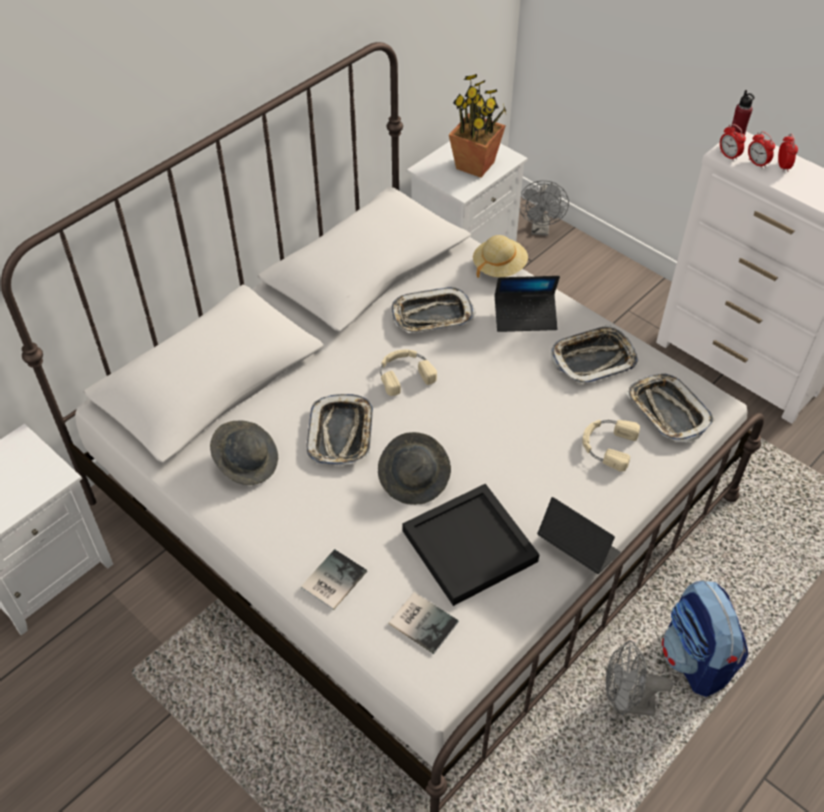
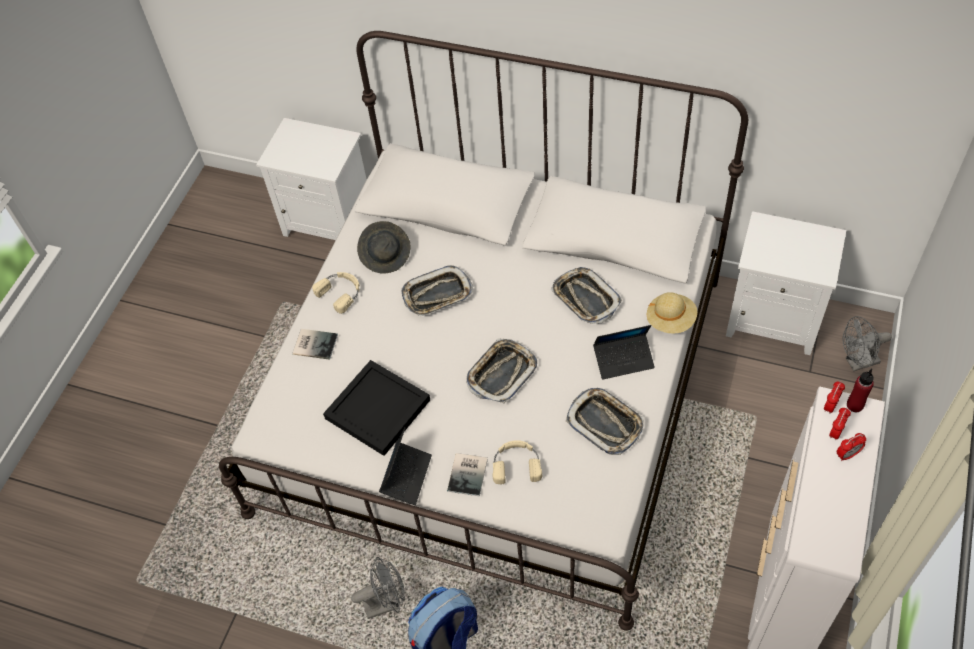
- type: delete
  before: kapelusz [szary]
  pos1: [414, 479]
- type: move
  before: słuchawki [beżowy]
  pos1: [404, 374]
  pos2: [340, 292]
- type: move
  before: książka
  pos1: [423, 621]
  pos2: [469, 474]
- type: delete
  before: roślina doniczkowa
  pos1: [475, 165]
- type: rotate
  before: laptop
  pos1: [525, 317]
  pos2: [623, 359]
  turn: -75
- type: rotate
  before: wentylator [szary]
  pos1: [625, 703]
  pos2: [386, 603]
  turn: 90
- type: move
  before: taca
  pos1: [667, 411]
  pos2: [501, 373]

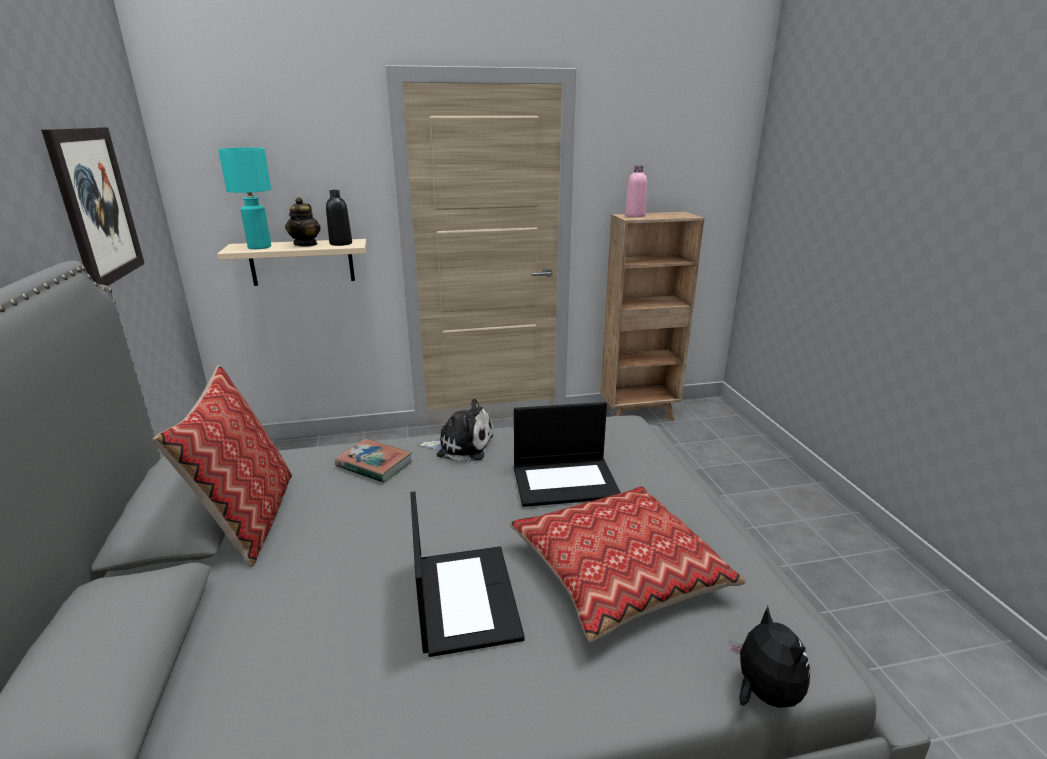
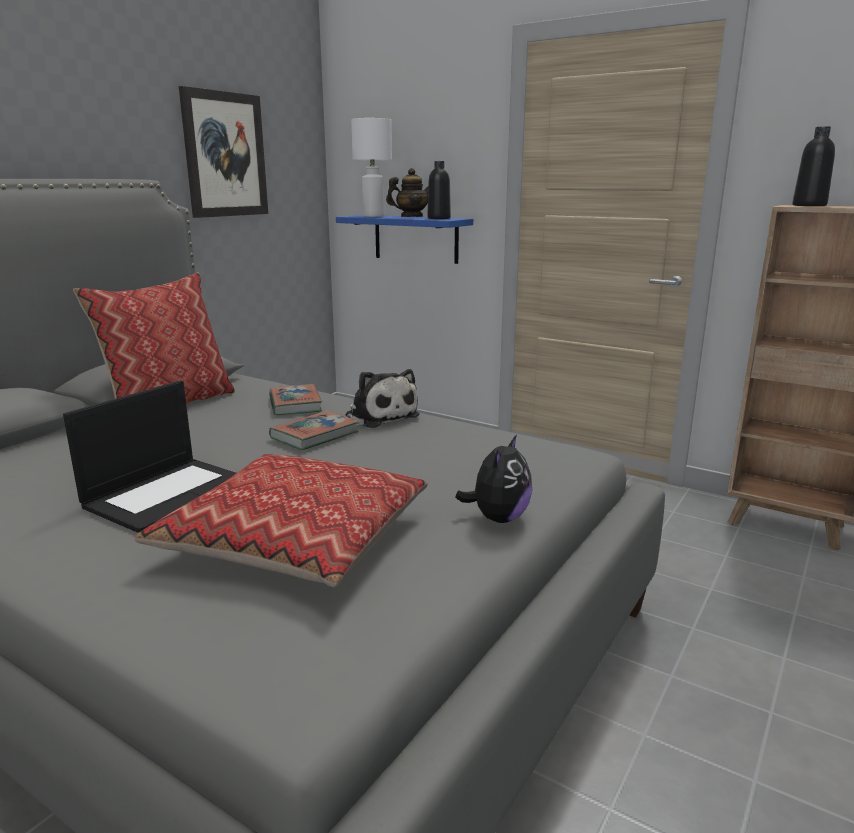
- type: recolor
  before: półka [beżowy]
  after: półka [niebieski]
  pos1: [302, 262]
  pos2: [416, 238]
- type: recolor
  before: lampa stołowa [turkusowy]
  after: lampa stołowa [biały]
  pos1: [260, 247]
  pos2: [374, 216]
- type: rotate
  before: imbryk
  pos1: [306, 244]
  pos2: [411, 217]
  turn: -150
- type: delete
  before: laptop
  pos1: [566, 481]
- type: recolor
  before: butelka [różowy]
  after: butelka [czarny]
  pos1: [635, 215]
  pos2: [809, 205]
- type: move
  before: pluszak
  pos1: [763, 693]
  pos2: [498, 518]
- type: insert
  after: książka
  pos2: [315, 435]

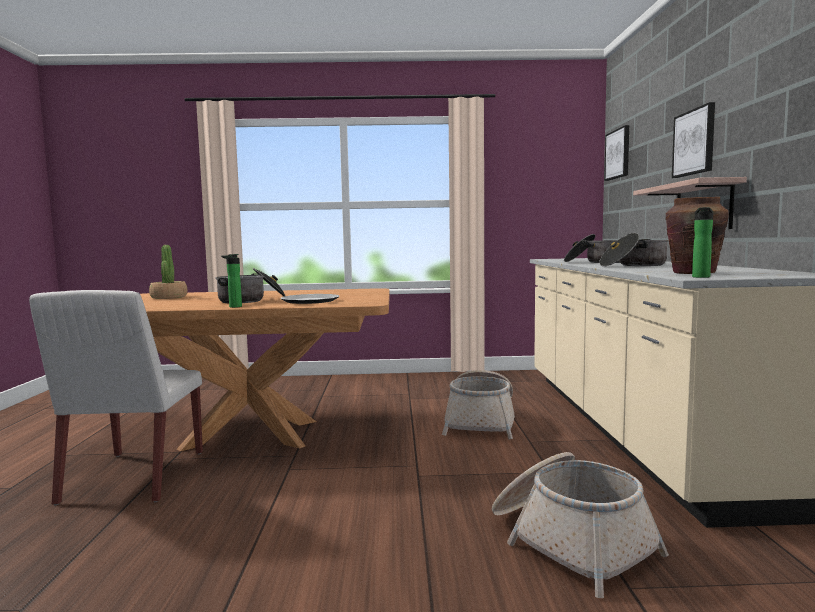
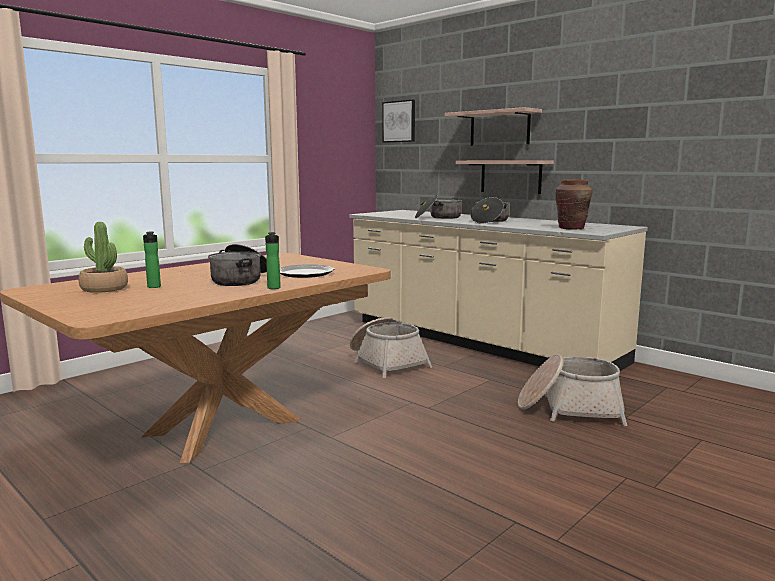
- type: delete
  before: krzesło [biały]
  pos1: [134, 477]
- type: replace
  before: obraz
  after: półka
  pos1: [694, 142]
  pos2: [499, 128]
- type: move
  before: butelka
  pos1: [701, 277]
  pos2: [154, 287]

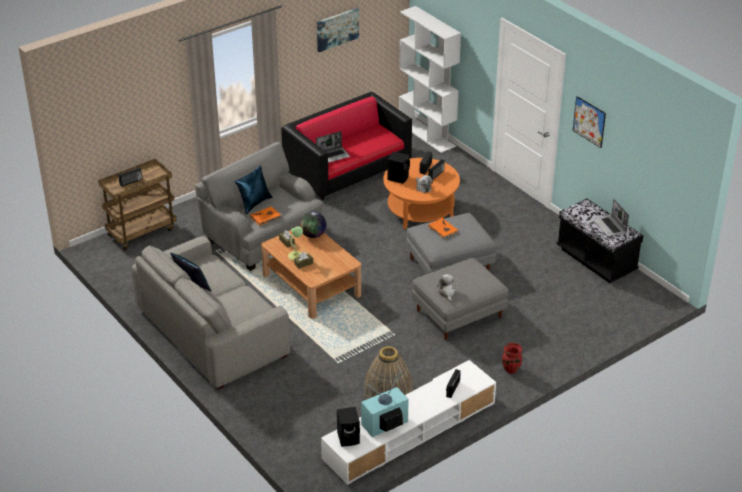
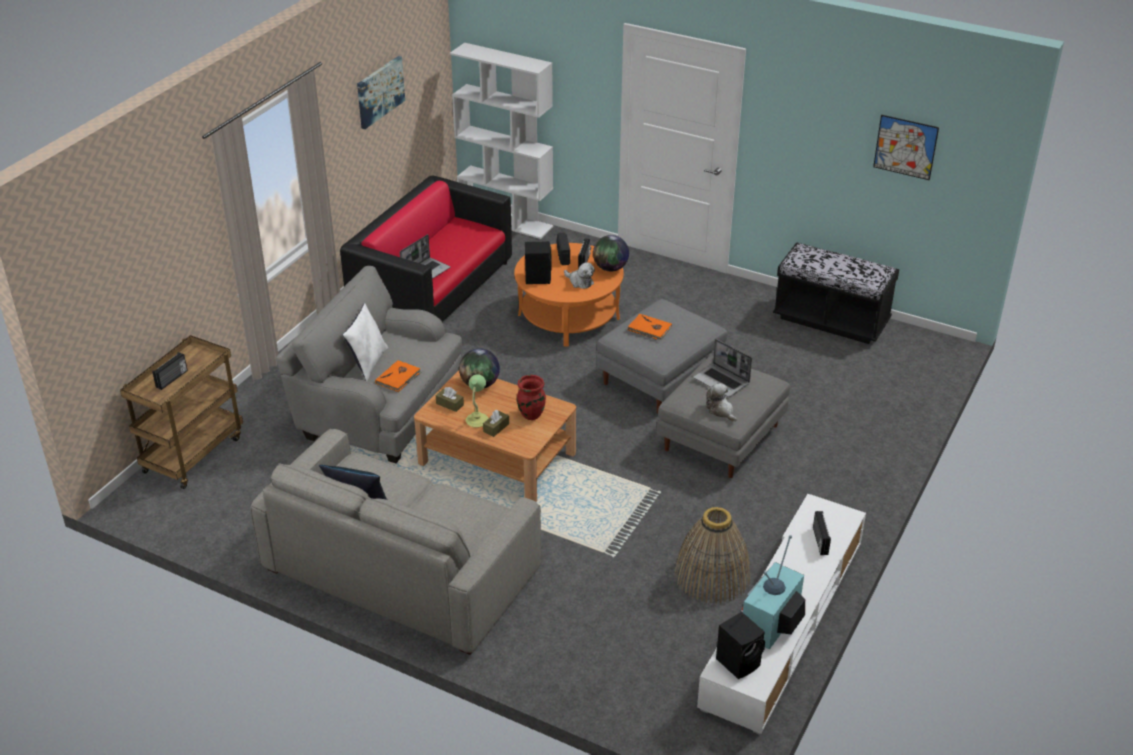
- type: recolor
  before: poduszka [niebieski]
  after: poduszka [biały]
  pos1: [254, 203]
  pos2: [368, 363]
- type: move
  before: wazon [czerwony]
  pos1: [510, 369]
  pos2: [531, 415]
- type: move
  before: obraz
  pos1: [589, 121]
  pos2: [905, 147]
- type: move
  before: laptop
  pos1: [610, 227]
  pos2: [722, 381]
- type: insert
  after: globus
  pos2: [610, 268]

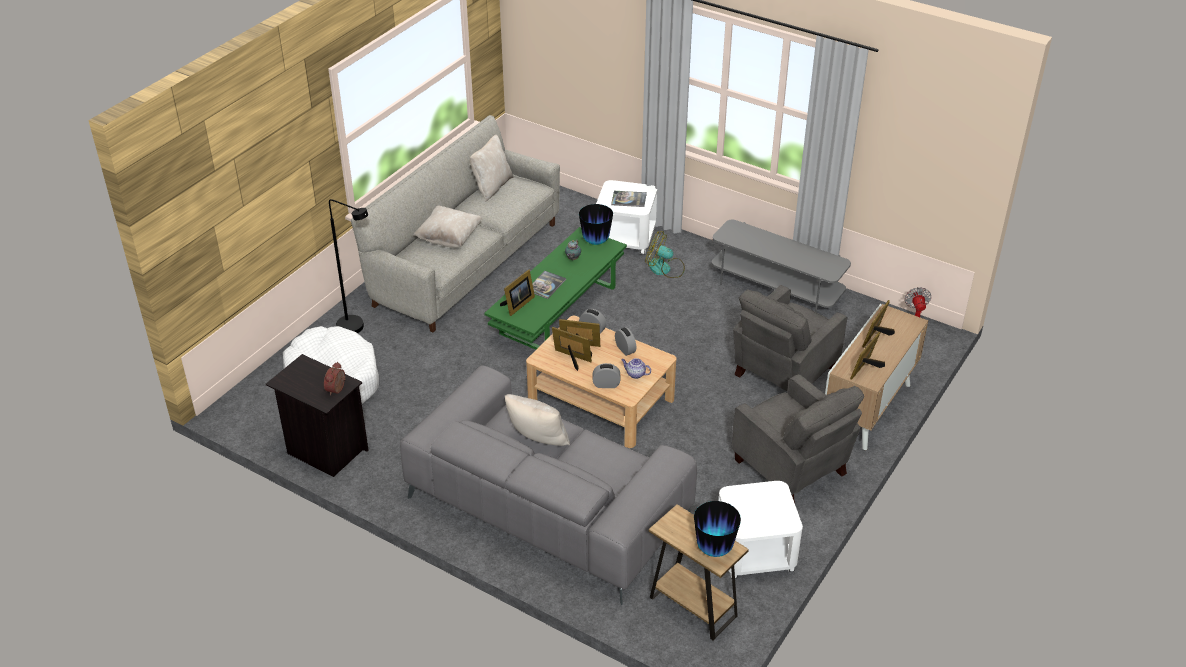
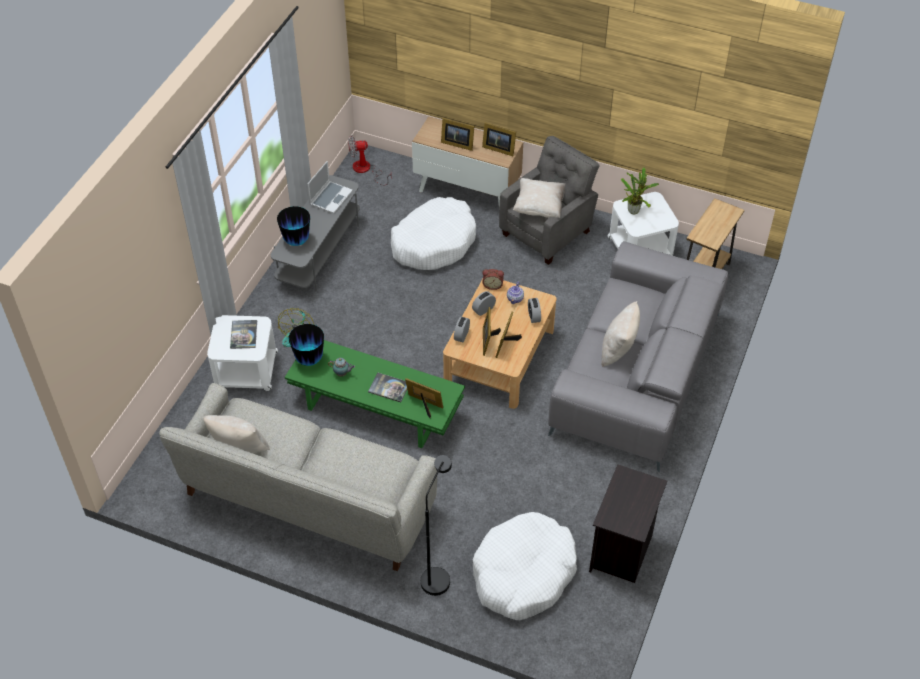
- type: move
  before: budzik
  pos1: [337, 389]
  pos2: [493, 285]
- type: move
  before: poduszka [beżowy]
  pos1: [449, 238]
  pos2: [539, 207]
- type: move
  before: wazon
  pos1: [714, 549]
  pos2: [296, 241]
- type: replace
  before: fotel [szary]
  after: legowisko [biały]
  pos1: [783, 372]
  pos2: [434, 242]
- type: insert
  after: laptop
  pos2: [331, 197]
- type: insert
  after: roślina doniczkowa
  pos2: [634, 210]

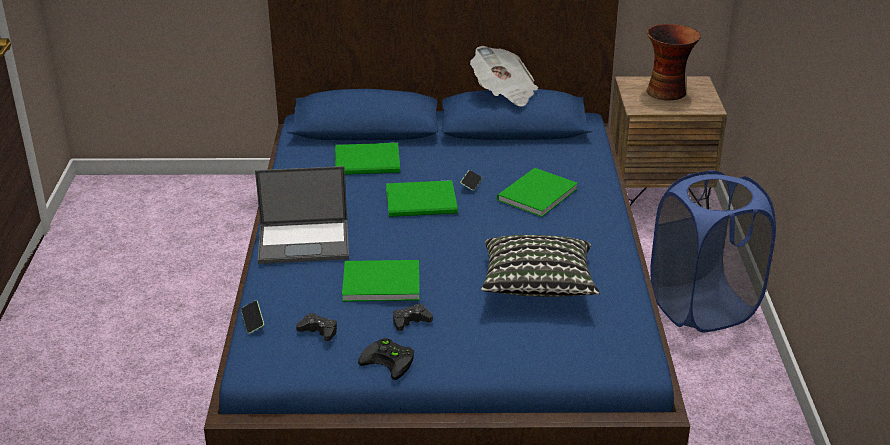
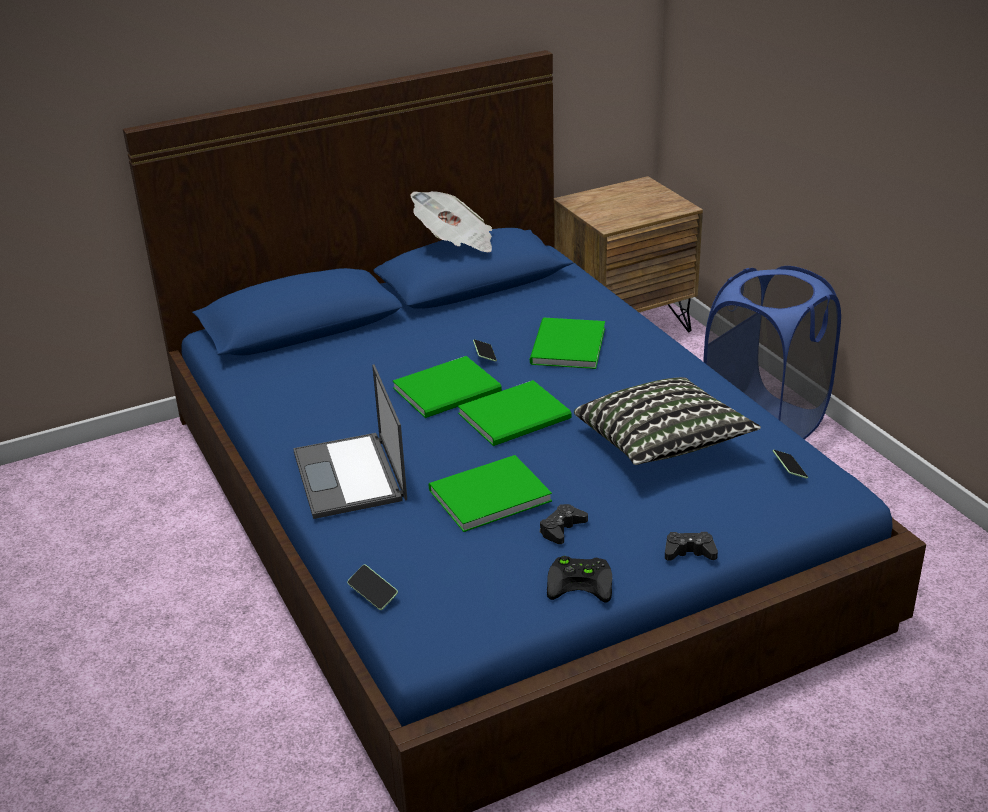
- type: rotate
  before: laptop
  pos1: [305, 241]
  pos2: [350, 476]
  turn: 105
- type: move
  before: pad do gier [czarny]
  pos1: [318, 331]
  pos2: [689, 552]
- type: move
  before: książka [zielony]
  pos1: [369, 162]
  pos2: [518, 416]
- type: delete
  before: wazon
  pos1: [667, 92]
- type: insert
  after: telefon
  pos2: [789, 469]

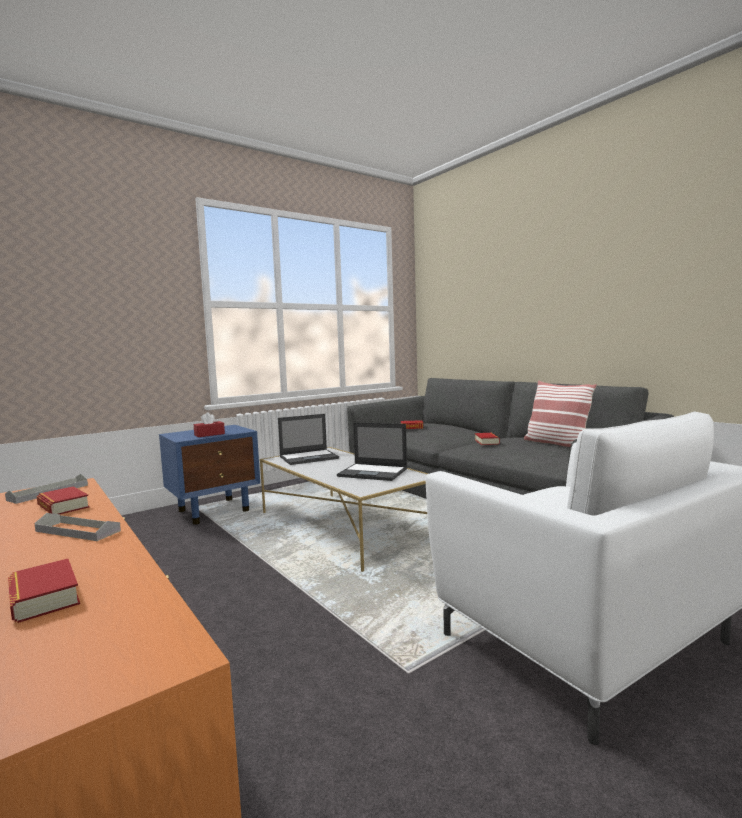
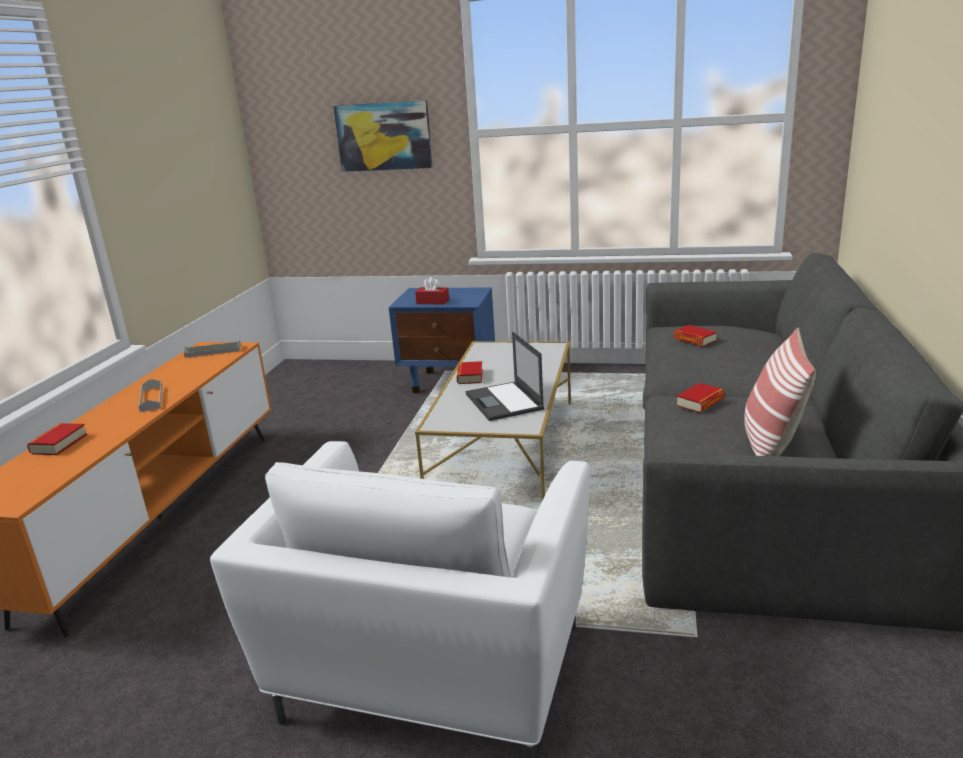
- type: move
  before: książka
  pos1: [63, 506]
  pos2: [470, 376]
- type: delete
  before: laptop
  pos1: [309, 457]
- type: insert
  after: obraz
  pos2: [384, 136]

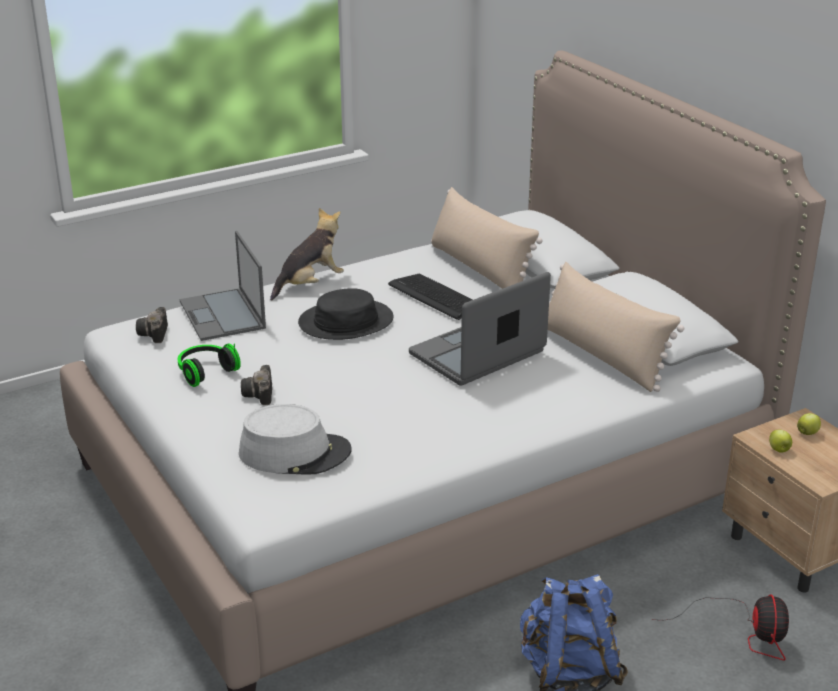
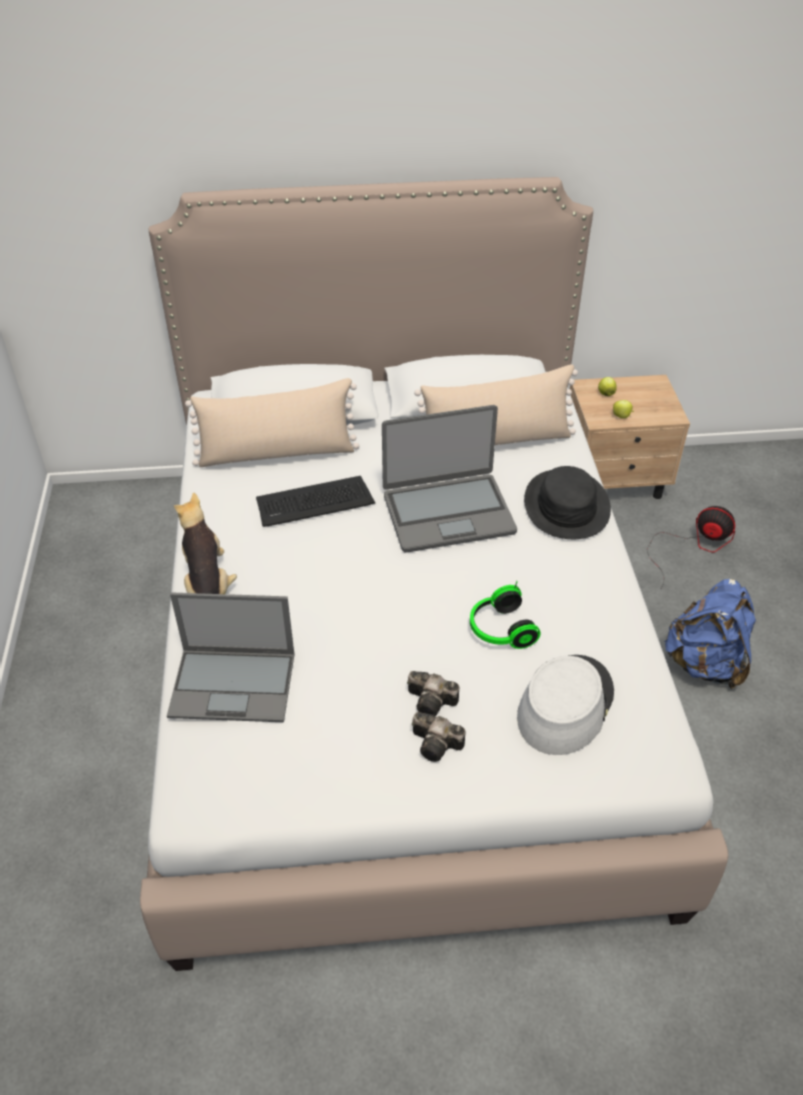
- type: move
  before: aparat fotograficzny
  pos1: [154, 334]
  pos2: [438, 745]
- type: move
  before: słuchawki
  pos1: [205, 372]
  pos2: [499, 630]
- type: move
  before: kapelusz [czarny]
  pos1: [346, 321]
  pos2: [566, 506]
- type: rotate
  before: laptop
  pos1: [478, 354]
  pos2: [448, 513]
  turn: -90

